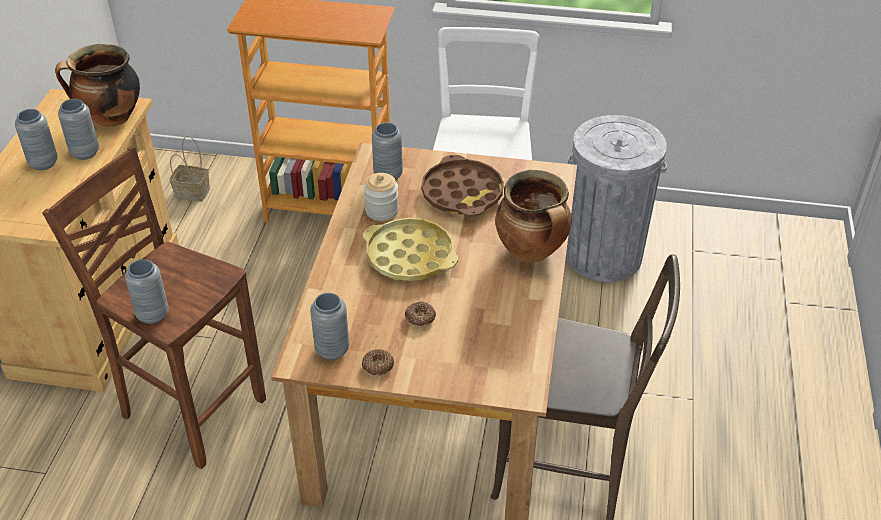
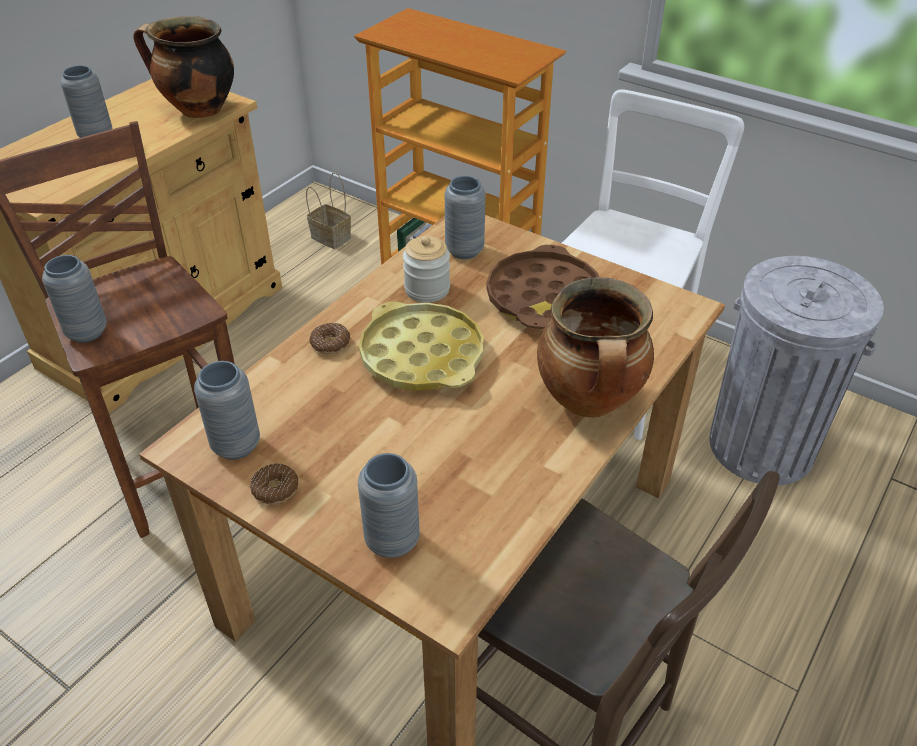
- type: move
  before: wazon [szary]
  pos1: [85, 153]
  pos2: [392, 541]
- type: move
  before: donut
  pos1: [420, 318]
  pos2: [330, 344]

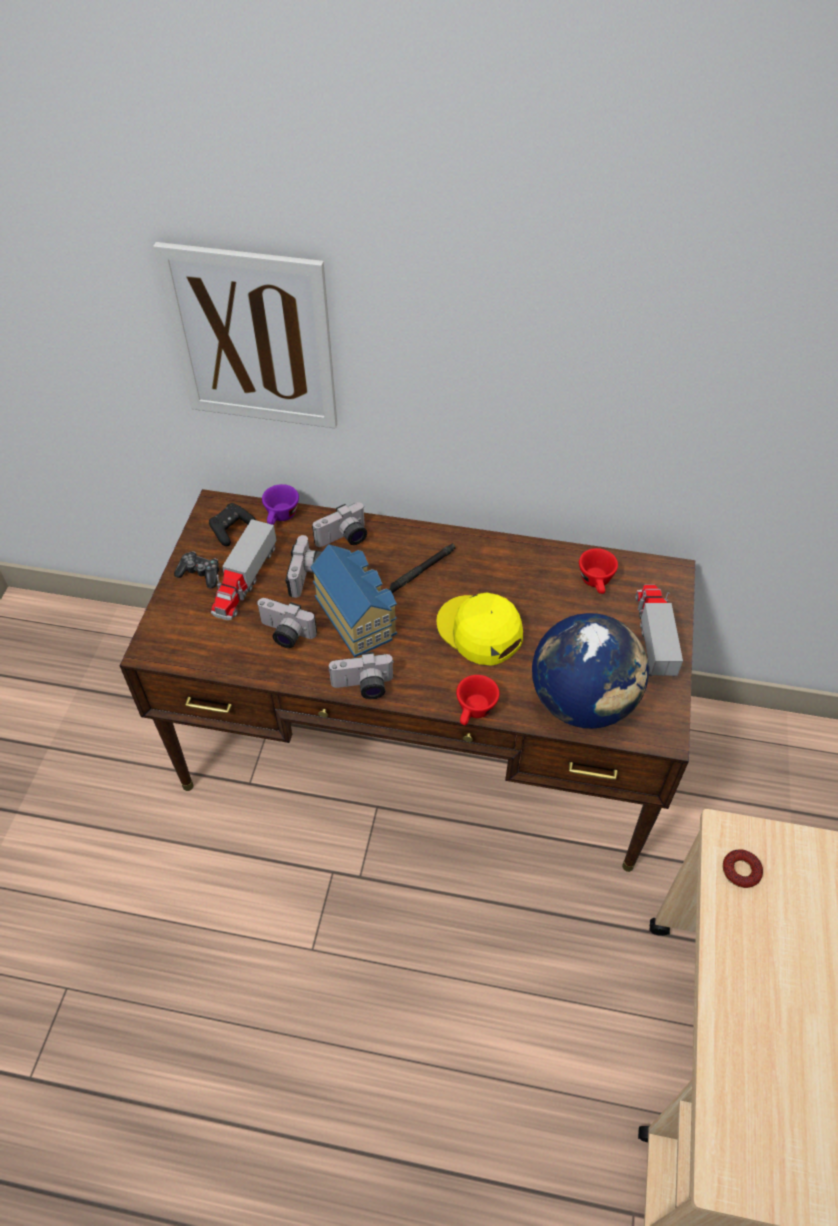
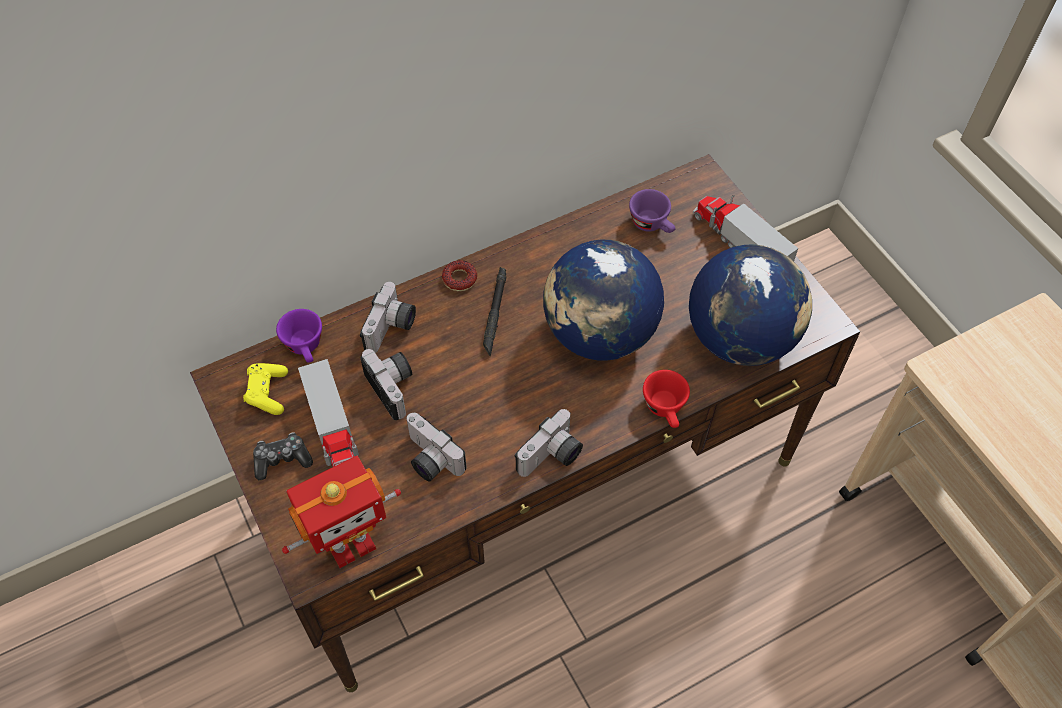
- type: delete
  before: obraz
  pos1: [252, 339]
- type: recolor
  before: pad do gier [czarny]
  after: pad do gier [żółty]
  pos1: [231, 529]
  pos2: [267, 393]
- type: rotate
  before: aparat fotograficzny
  pos1: [284, 634]
  pos2: [429, 460]
  turn: 60
- type: delete
  before: domek
  pos1: [357, 615]
- type: replace
  before: czapka z daszkiem [żółty]
  after: globus
  pos1: [479, 631]
  pos2: [599, 334]
- type: recolor
  before: filiżanka [czerwony]
  after: filiżanka [fioletowy]
  pos1: [596, 583]
  pos2: [652, 225]
- type: move
  before: donut
  pos1: [741, 871]
  pos2: [459, 279]
- type: insert
  after: robot zabawkowy
  pos2: [351, 545]

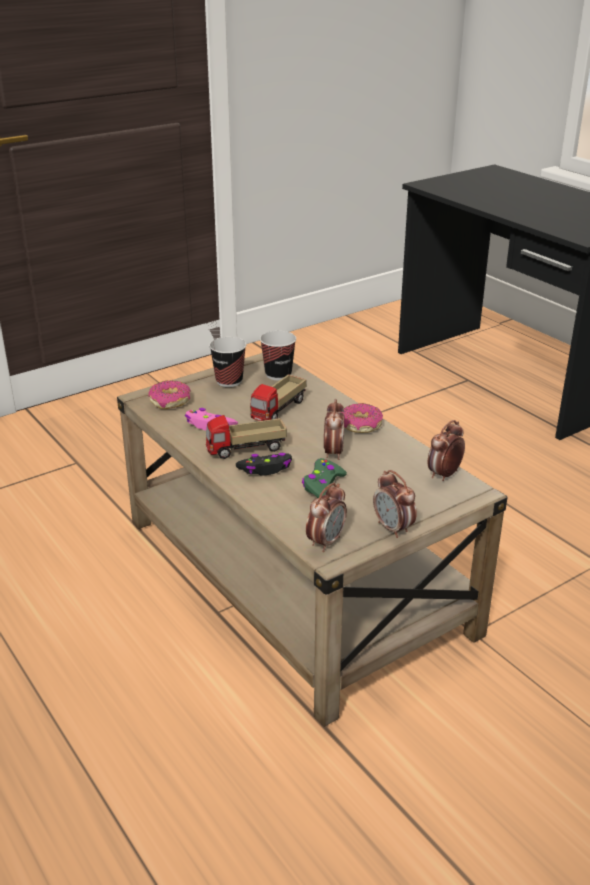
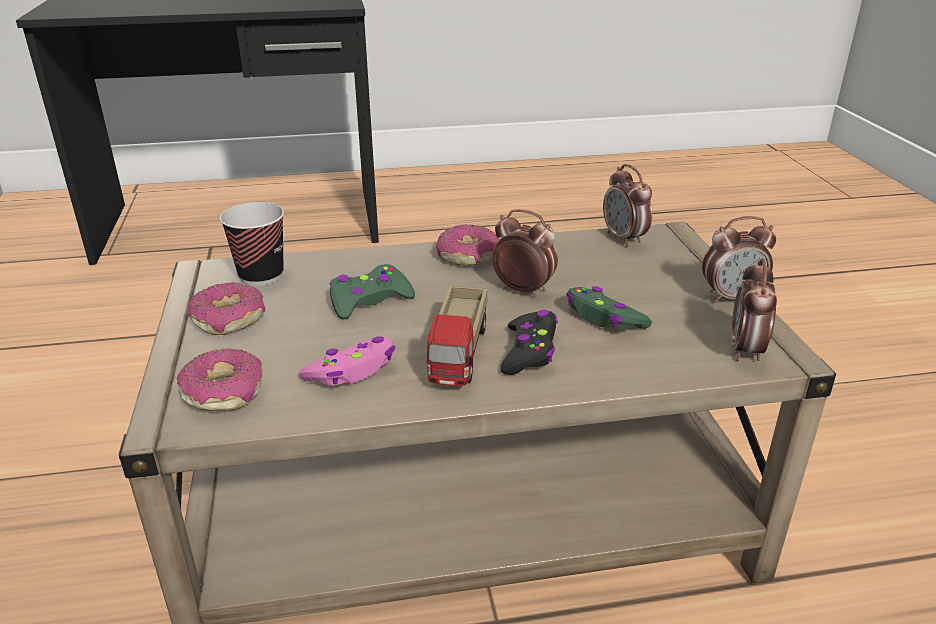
- type: replace
  before: filiżanka
  after: donut
  pos1: [229, 381]
  pos2: [229, 319]
- type: replace
  before: ciężarówka zabawkowa
  after: pad do gier [zielony]
  pos1: [279, 410]
  pos2: [369, 301]
- type: rotate
  before: budzik
  pos1: [326, 542]
  pos2: [746, 350]
  turn: -135

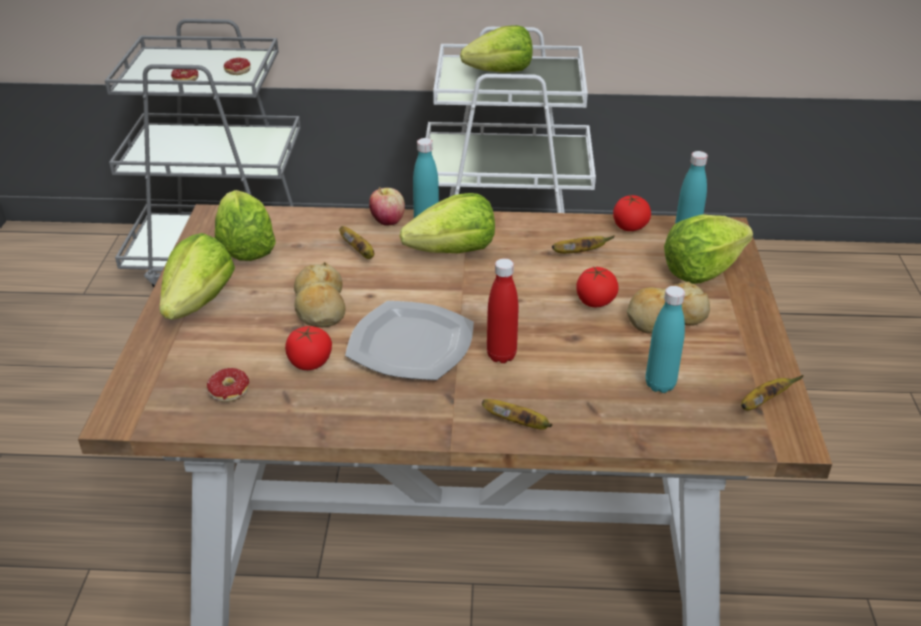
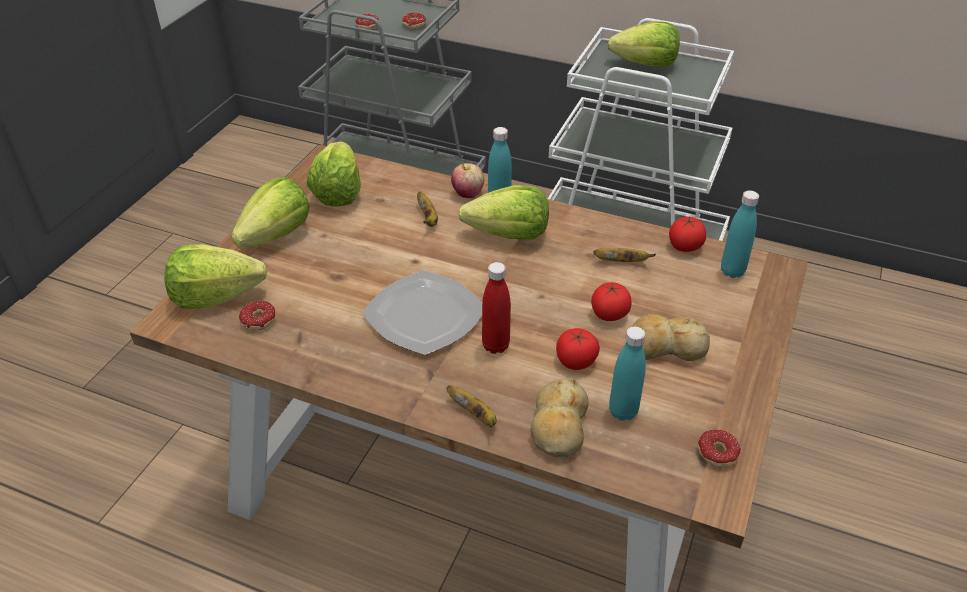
- type: move
  before: pomidor
  pos1: [310, 362]
  pos2: [576, 361]
- type: move
  before: chleb
  pos1: [320, 306]
  pos2: [558, 427]
- type: move
  before: sałata
  pos1: [702, 270]
  pos2: [216, 296]
- type: replace
  before: banan
  after: donut
  pos1: [762, 402]
  pos2: [711, 456]

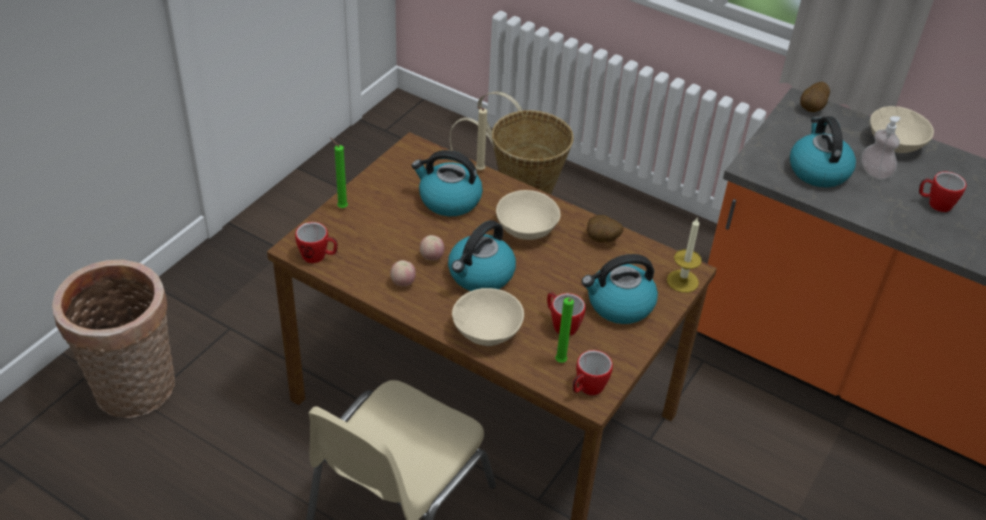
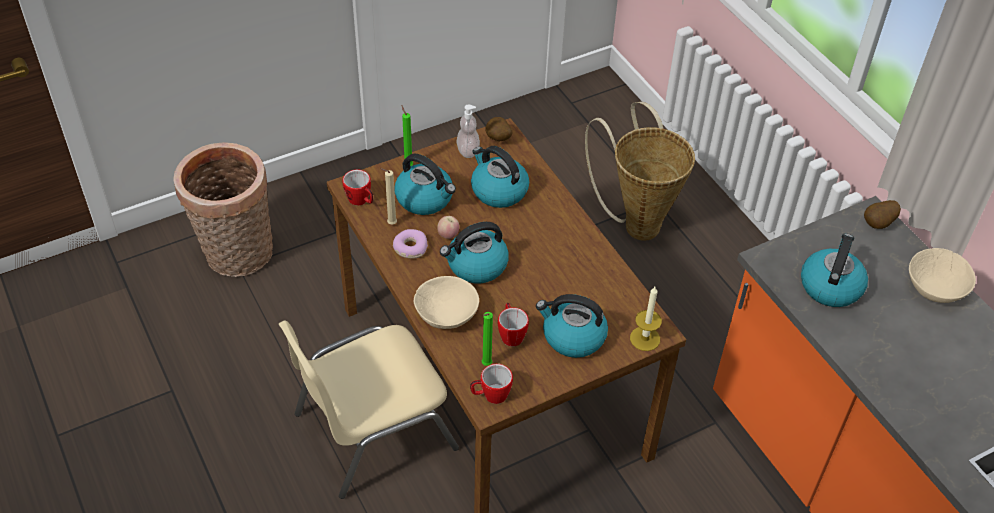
- type: replace
  before: jabłko
  after: donut
  pos1: [403, 283]
  pos2: [410, 248]
- type: move
  before: świeca [beżowy]
  pos1: [478, 171]
  pos2: [390, 224]
- type: delete
  before: miska [beżowy]
  pos1: [525, 229]
- type: move
  before: ziemniak
  pos1: [602, 240]
  pos2: [498, 139]
- type: move
  before: dozownik mydła
  pos1: [875, 172]
  pos2: [468, 151]
- type: delete
  before: kubek
  pos1: [934, 204]
- type: insert
  after: czajnik
  pos2: [425, 198]

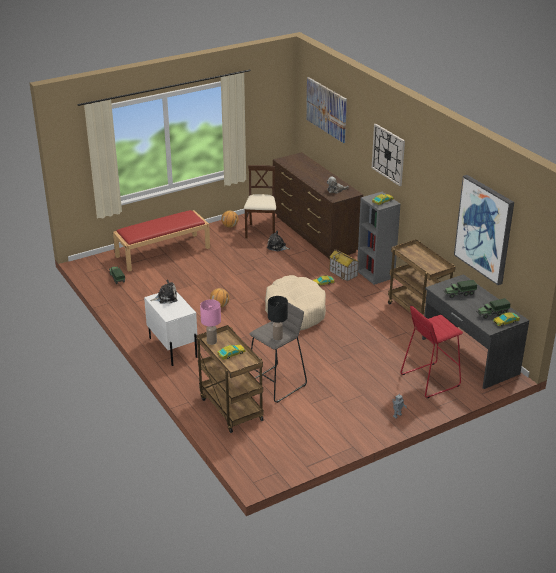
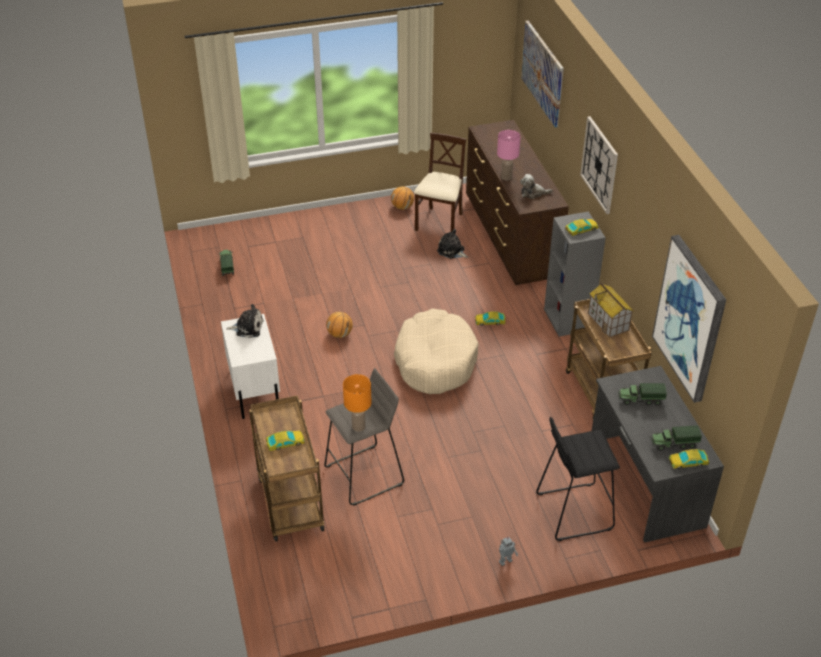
- type: delete
  before: ławka [czerwony]
  pos1: [163, 252]
- type: move
  before: lampa stołowa [różowy]
  pos1: [212, 341]
  pos2: [506, 177]
- type: recolor
  before: lampa stołowa [czarny]
  after: lampa stołowa [pomarańczowy]
  pos1: [277, 338]
  pos2: [358, 427]
- type: move
  before: domek
  pos1: [343, 273]
  pos2: [608, 322]
- type: recolor
  before: stołek [czerwony]
  after: stołek [czarny]
  pos1: [429, 380]
  pos2: [573, 511]

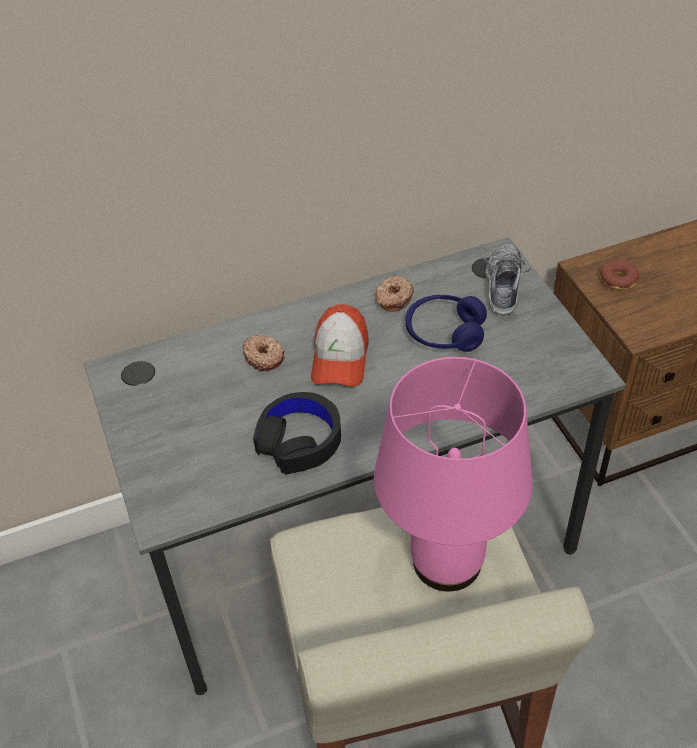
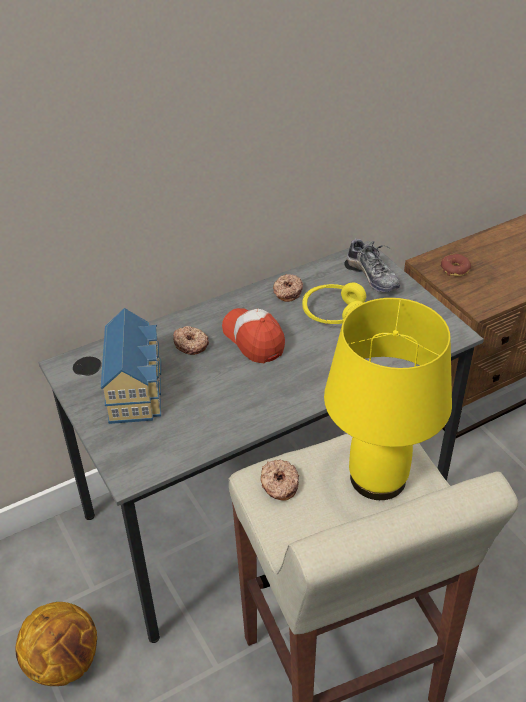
- type: delete
  before: słuchawki [czarny]
  pos1: [299, 440]
- type: rotate
  before: czapka z daszkiem
  pos1: [340, 358]
  pos2: [253, 339]
  turn: 150
- type: recolor
  before: lampa stołowa [różowy]
  after: lampa stołowa [żółty]
  pos1: [448, 562]
  pos2: [379, 478]
- type: recolor
  before: słuchawki [niebieski]
  after: słuchawki [żółty]
  pos1: [444, 332]
  pos2: [334, 313]
- type: rotate
  before: but
  pos1: [503, 285]
  pos2: [372, 275]
  turn: 150
- type: insert
  after: piłka do koszykówki
  pos2: [65, 662]
- type: insert
  after: domek
  pos2: [137, 388]
- type: insert
  after: donut
  pos2: [279, 484]

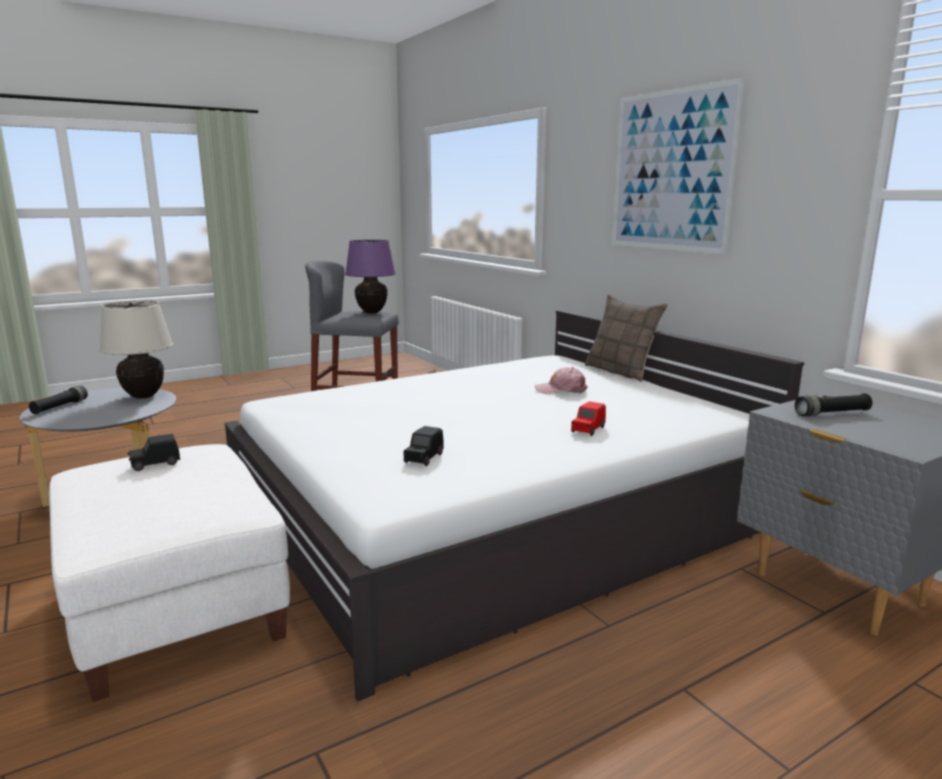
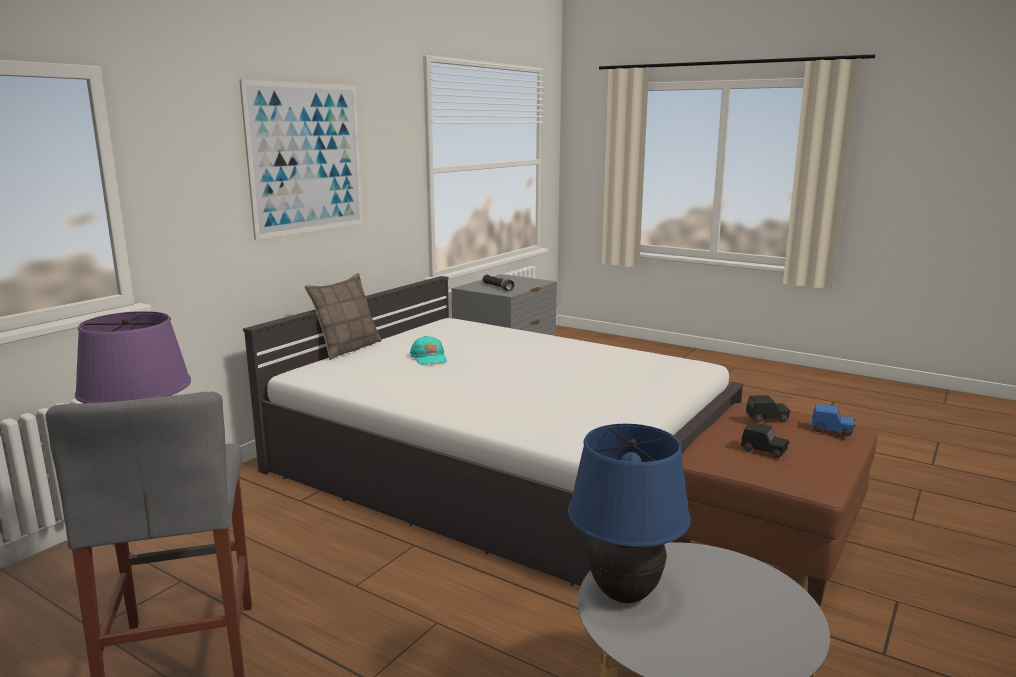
- type: delete
  before: latarka [czarny]
  pos1: [60, 407]
- type: recolor
  before: pufa [biały]
  after: pufa [brązowy]
  pos1: [175, 609]
  pos2: [769, 540]
- type: recolor
  before: lampa stołowa [beżowy]
  after: lampa stołowa [niebieski]
  pos1: [143, 396]
  pos2: [625, 594]
- type: move
  before: samochodzik [czarny]
  pos1: [423, 458]
  pos2: [767, 418]
- type: recolor
  before: czapka z daszkiem [różowy]
  after: czapka z daszkiem [turkusowy]
  pos1: [561, 390]
  pos2: [429, 358]
- type: delete
  before: samochodzik [czerwony]
  pos1: [588, 430]
- type: insert
  after: samochodzik [niebieski]
  pos2: [832, 430]

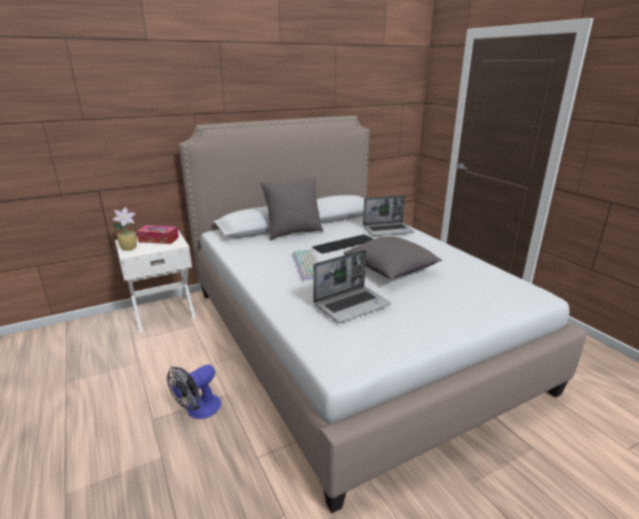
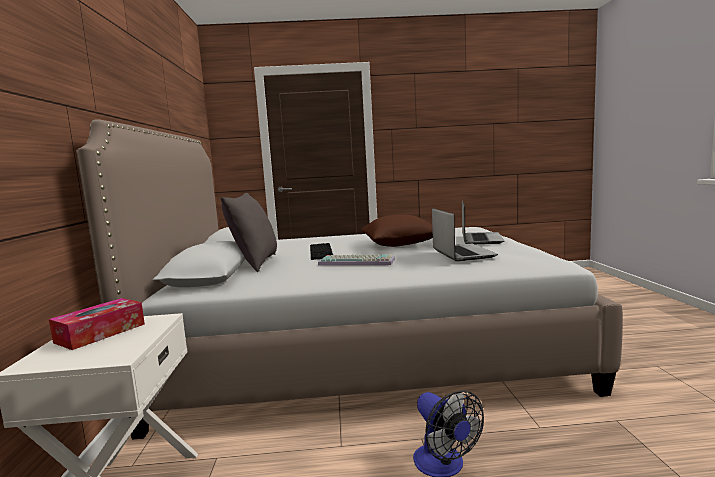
- type: delete
  before: roślina doniczkowa
  pos1: [130, 248]
- type: recolor
  before: poduszka [szary]
  after: poduszka [brązowy]
  pos1: [391, 270]
  pos2: [400, 245]
- type: move
  before: laptop
  pos1: [388, 230]
  pos2: [480, 239]

